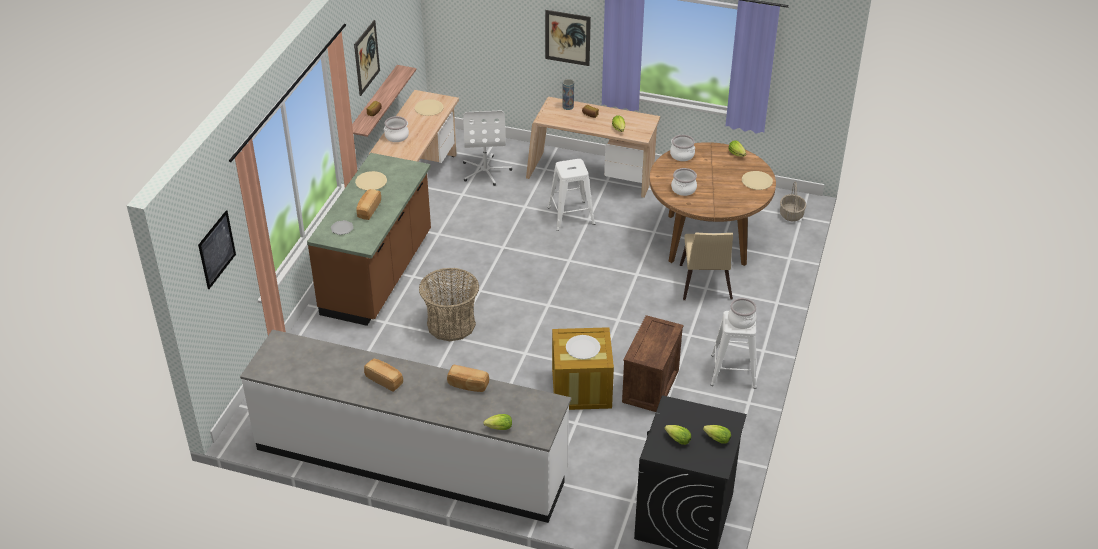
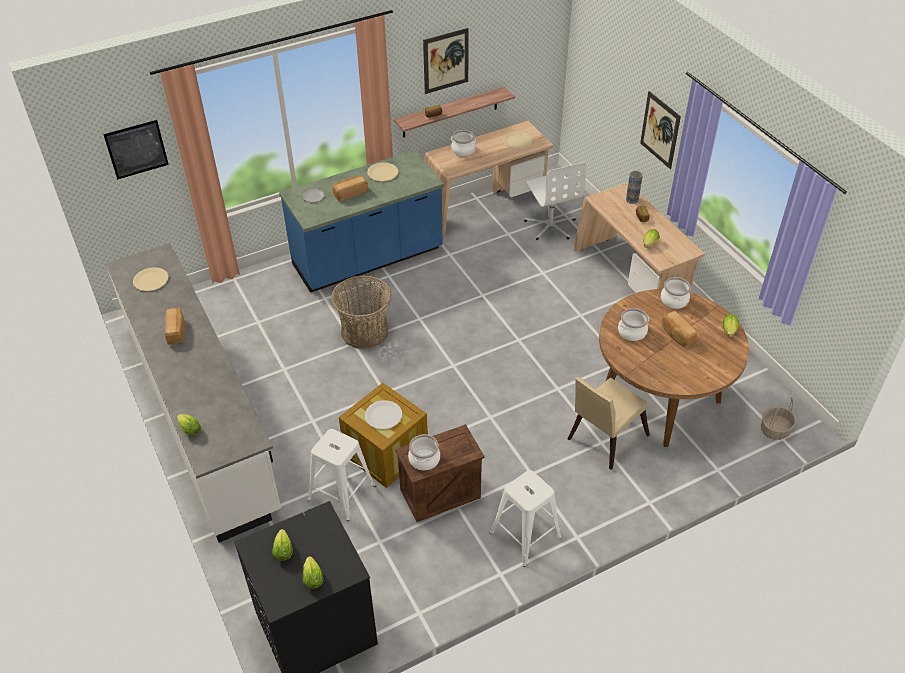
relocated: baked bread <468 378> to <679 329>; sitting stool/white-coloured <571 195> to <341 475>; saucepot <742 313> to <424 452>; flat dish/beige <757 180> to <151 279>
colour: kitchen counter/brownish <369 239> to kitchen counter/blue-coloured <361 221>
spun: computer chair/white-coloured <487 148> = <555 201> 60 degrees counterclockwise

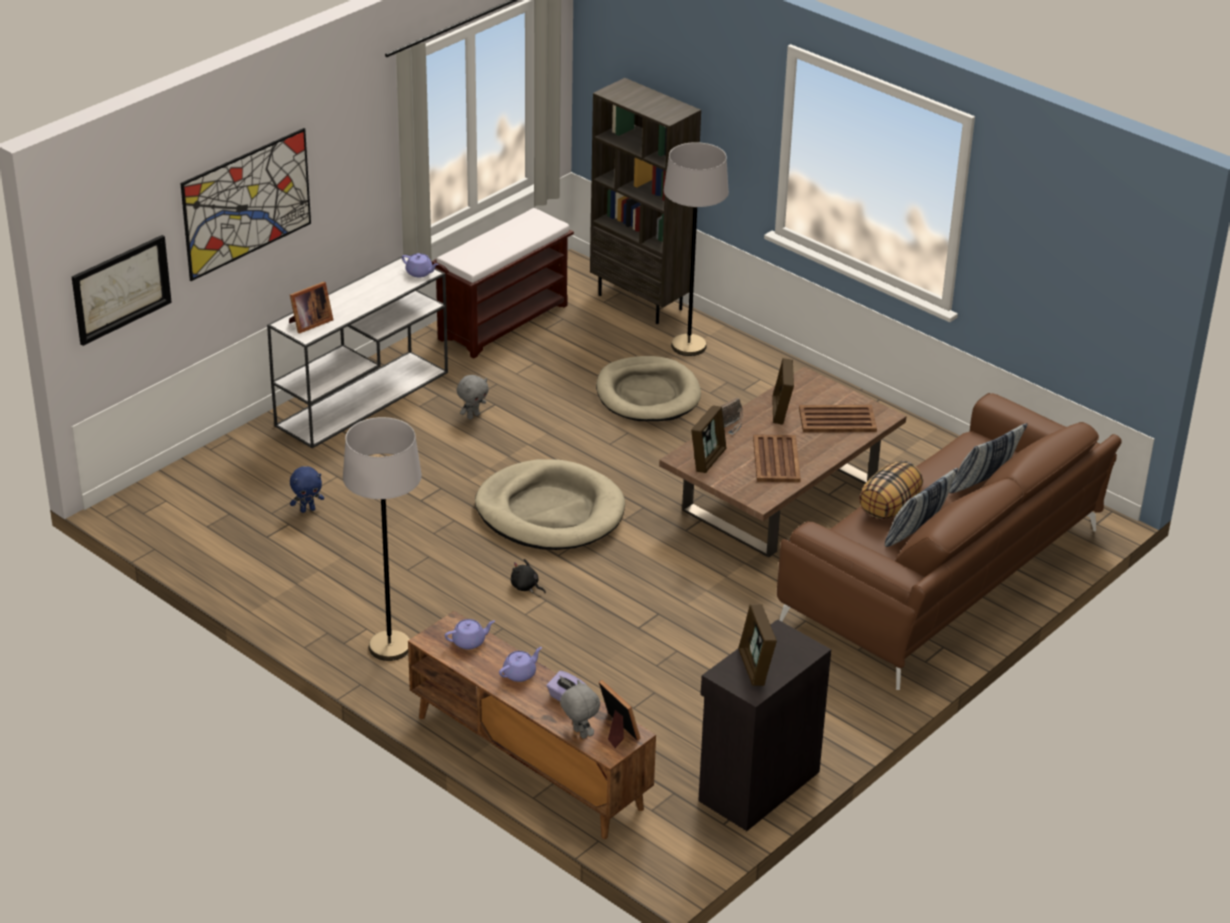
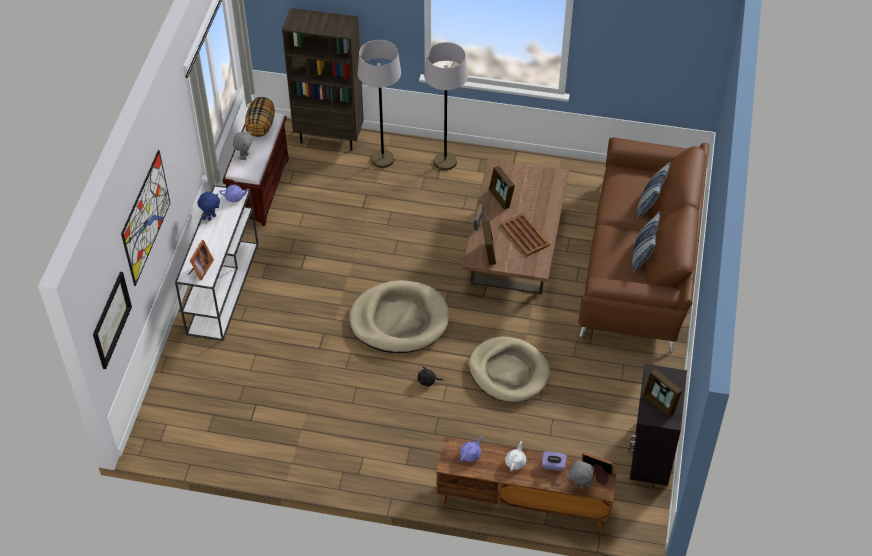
missing: carrying tray/brownish <838 418>
relocated: plush toy/blue-coloured <307 489> to <208 206>; floor lamp/gray <382 539> to <446 106>; plush toy/gray <473 397> to <243 145>; pet bed/beige <648 388> to <509 369>; cushion <891 490> to <260 117>
colour: tea pot/purple-coloured <520 664> to tea pot/white-coloured <515 456>

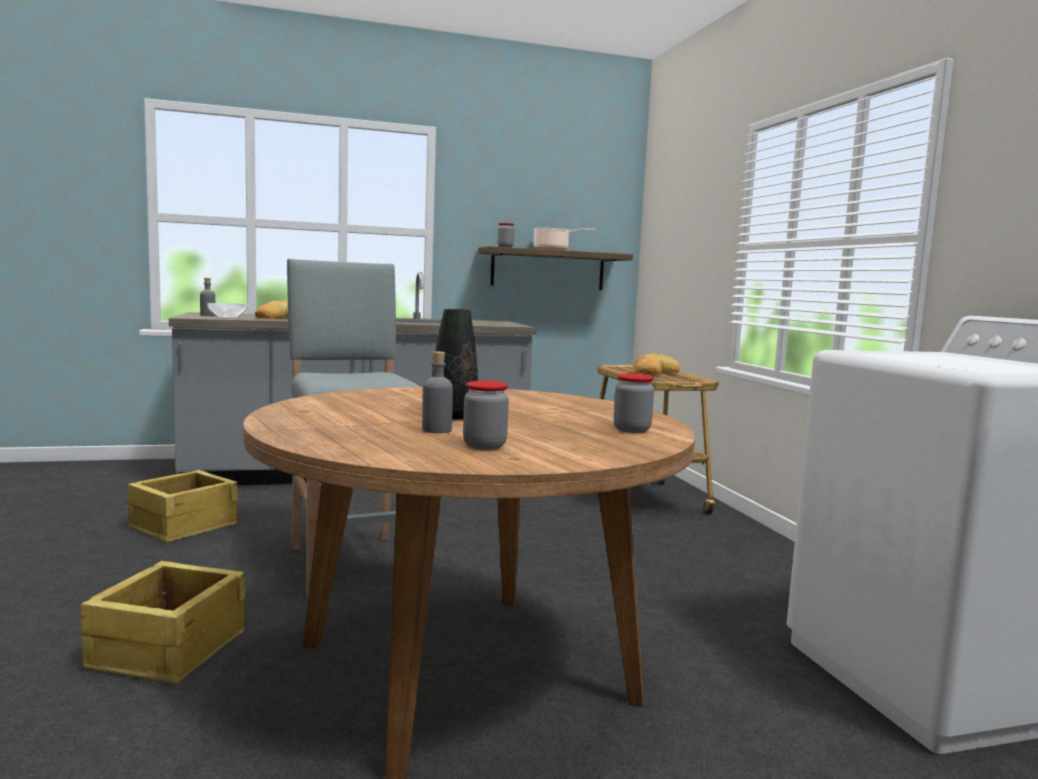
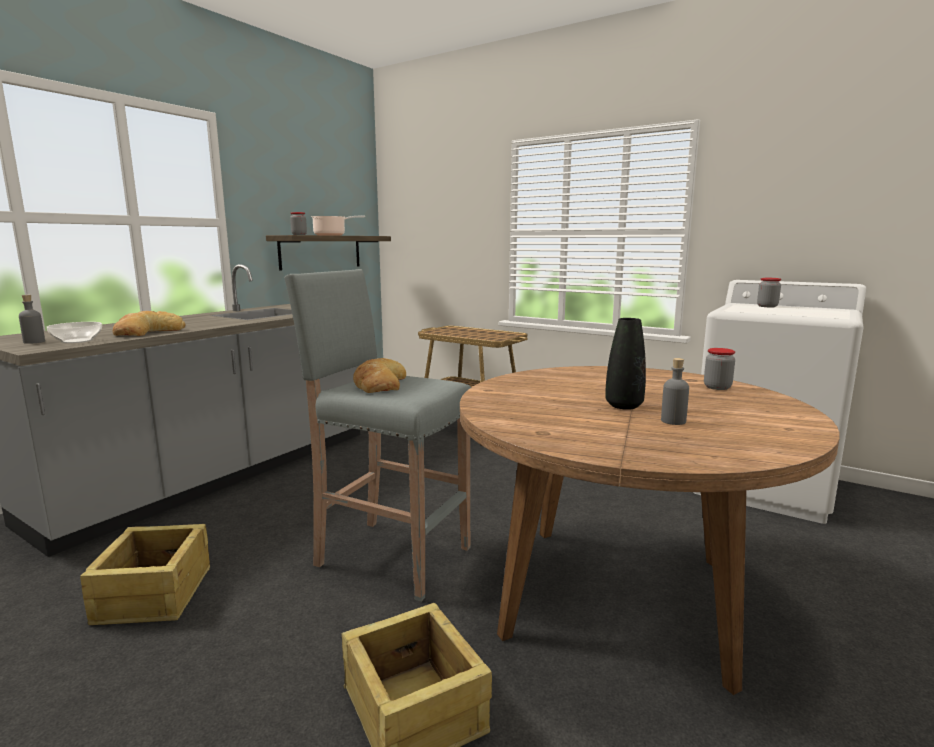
relocated: jar <486 415> to <769 292>; baked bread <656 364> to <379 375>

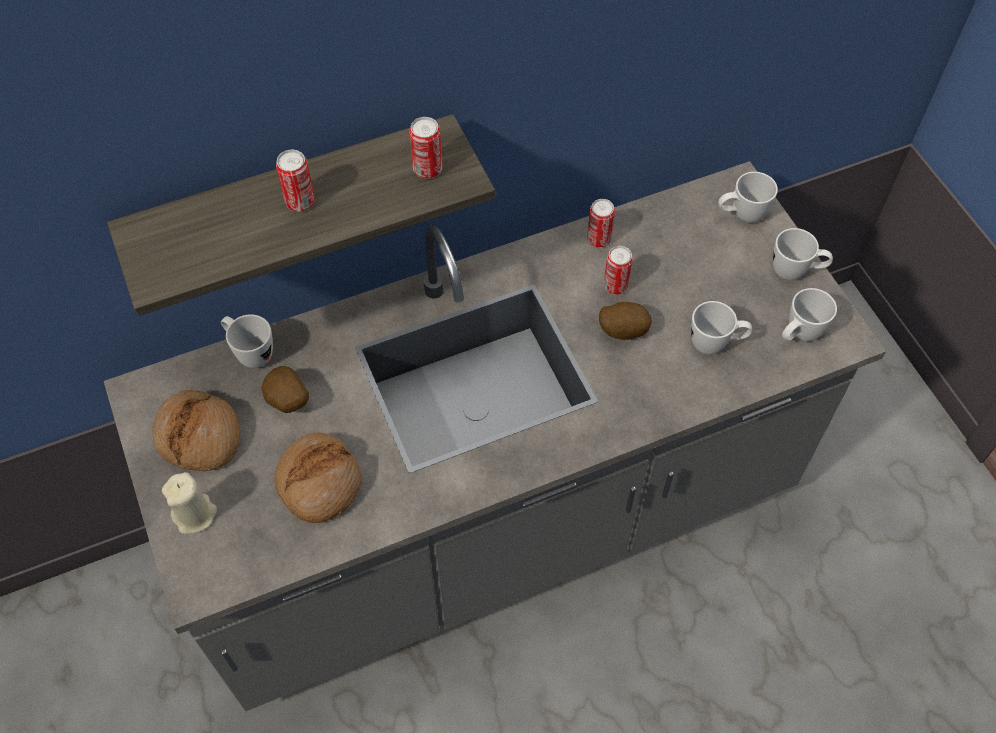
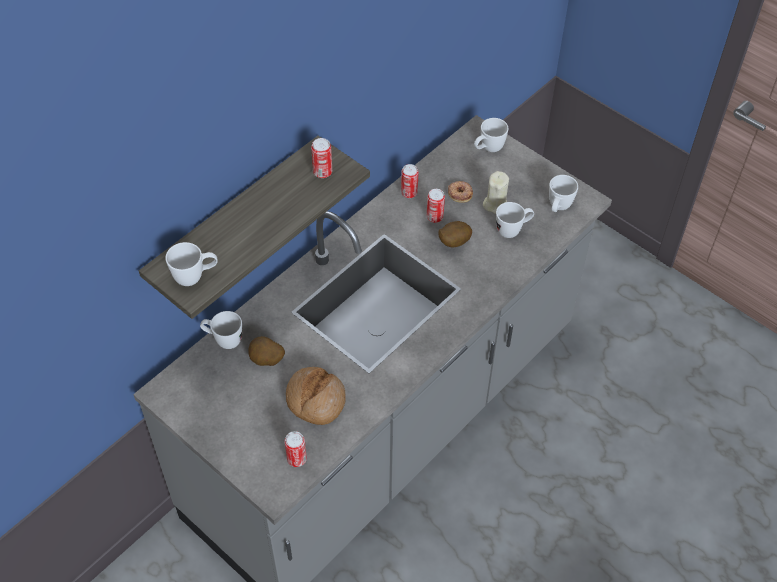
missing: baked bread <196 430>
appeared: doughnut <460 192>
relocated: wax light/beige <189 503> to <496 192>; sealed can <295 180> to <295 449>; mug/white-coloured <803 254> to <191 264>

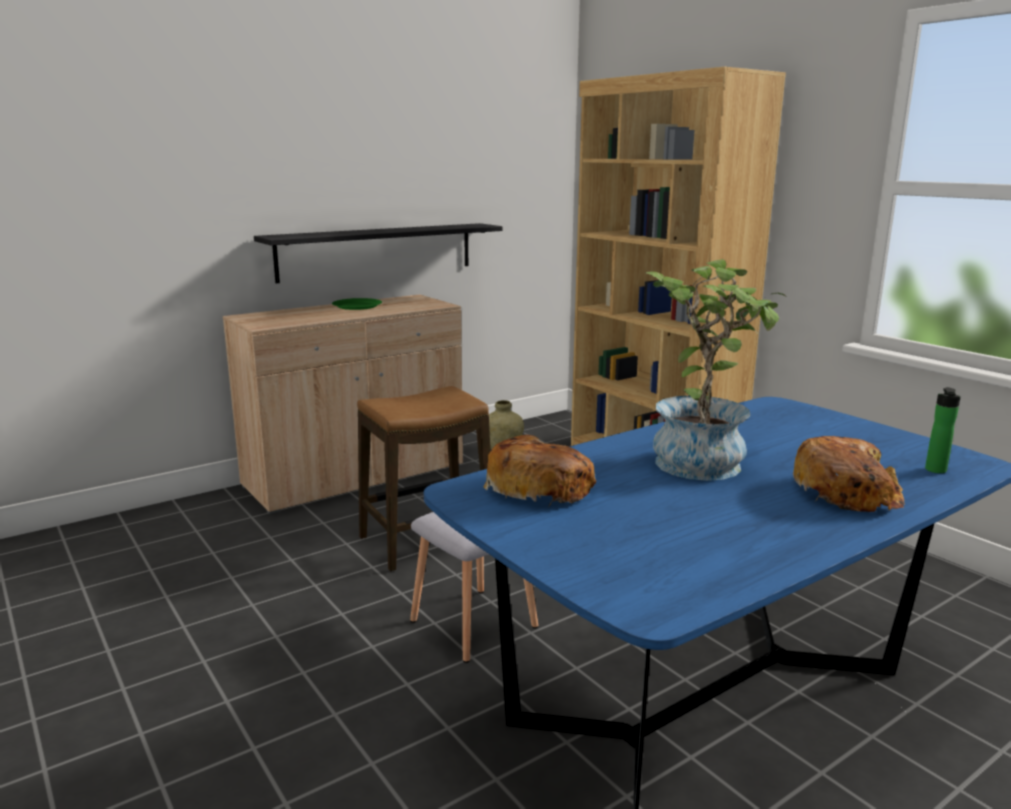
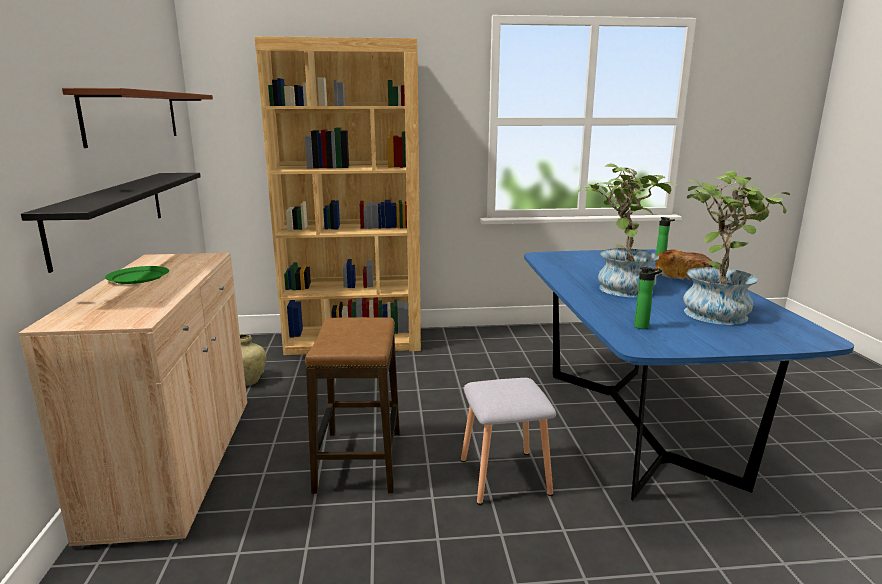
appeared: wall shelf/brownish <137 118>; houseplant <736 248>
exchanged: baked bread <539 470> to beverage bottle <648 298>

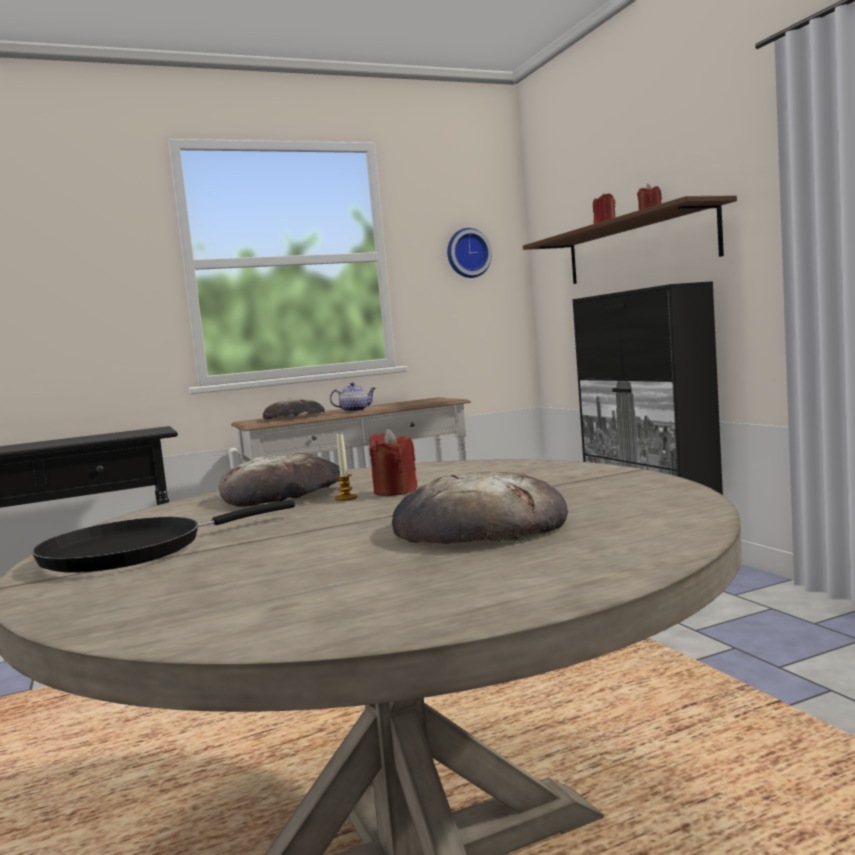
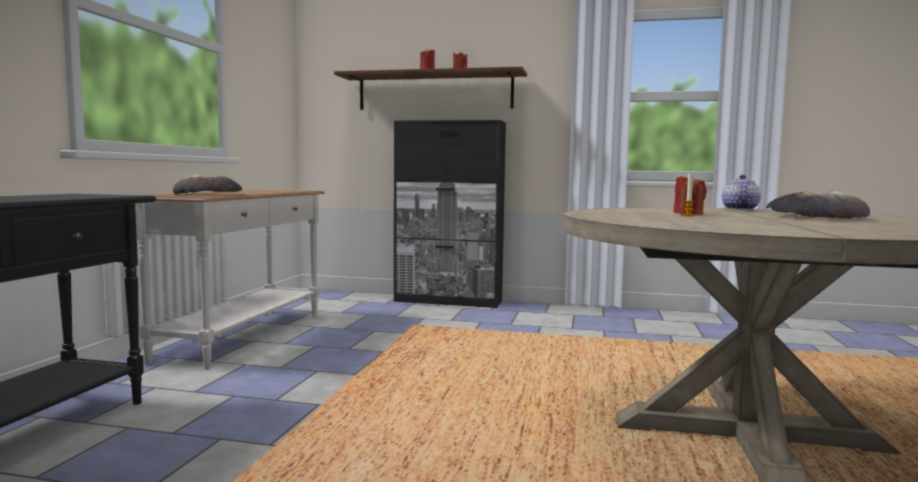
missing: frying pan/blackish <163 536>; baked bread <279 480>; clock on the wall <469 253>
relocated: tea pot <353 397> to <741 192>

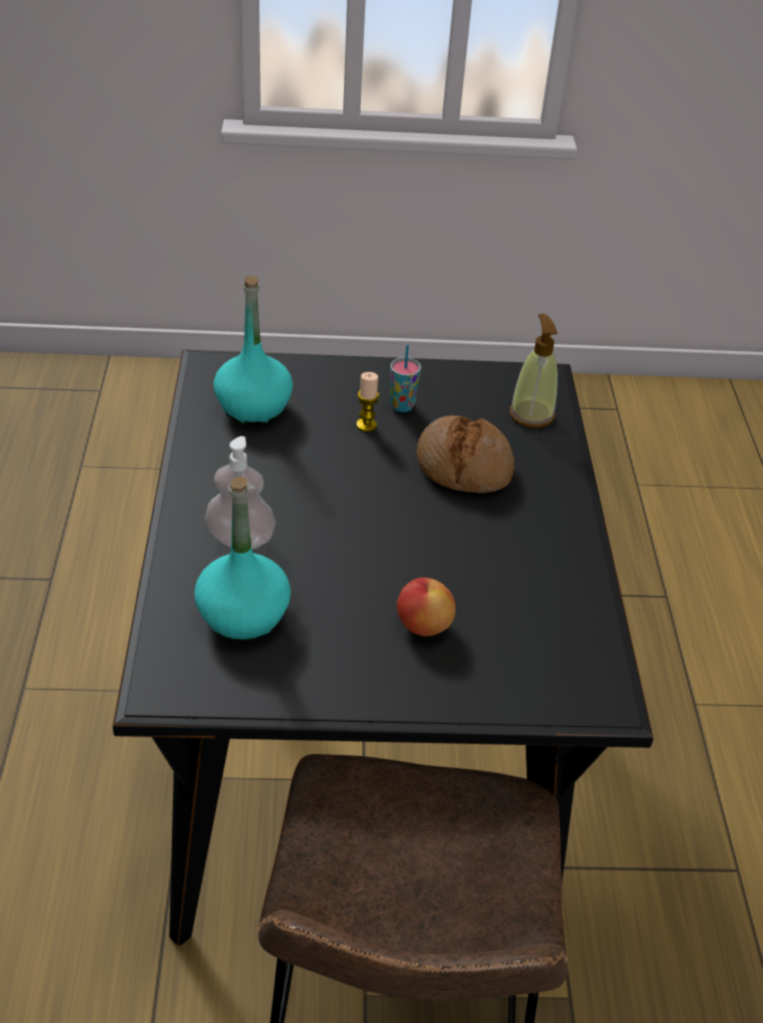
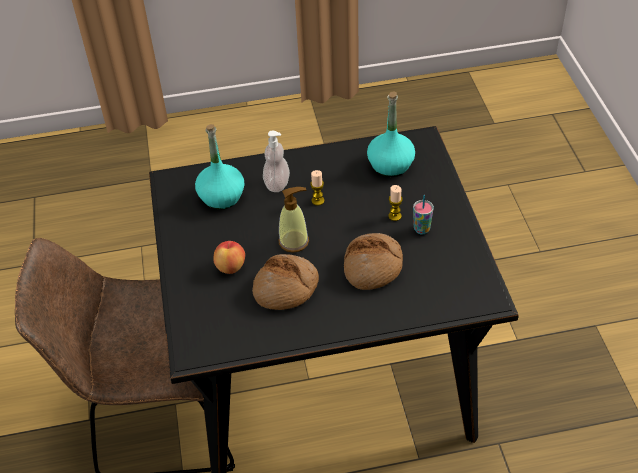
appeared: baked bread <285 282>; wax light <317 187>
relocated: liquid soap bottle <534 371> to <293 220>

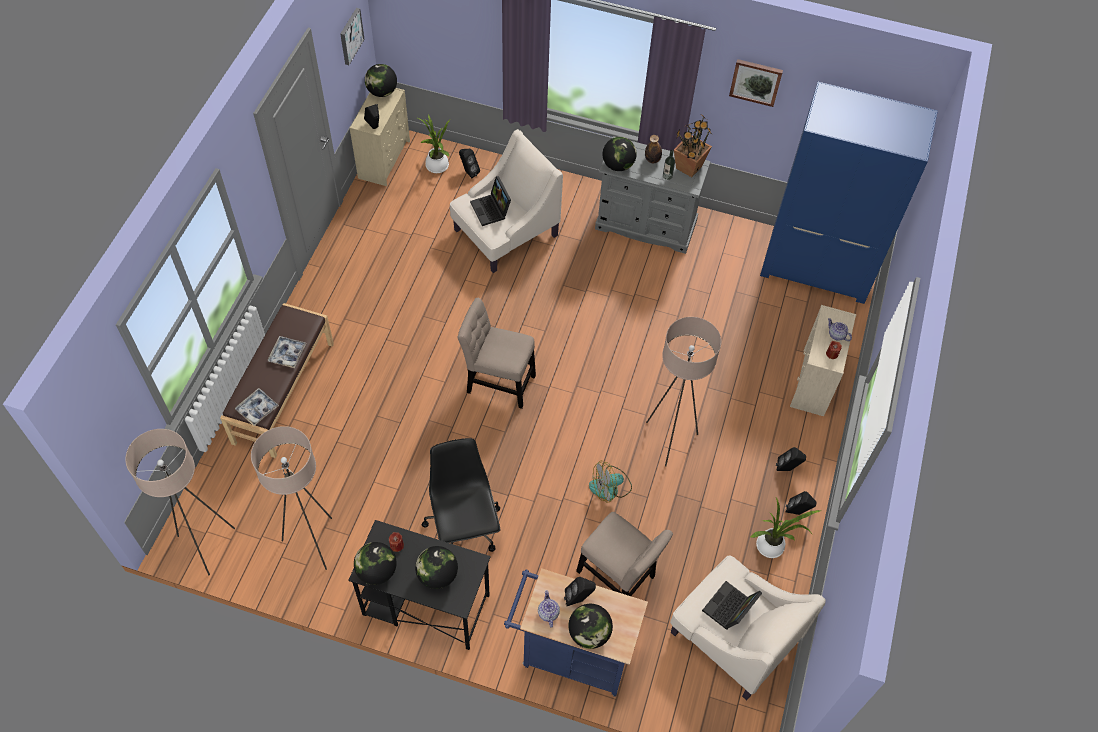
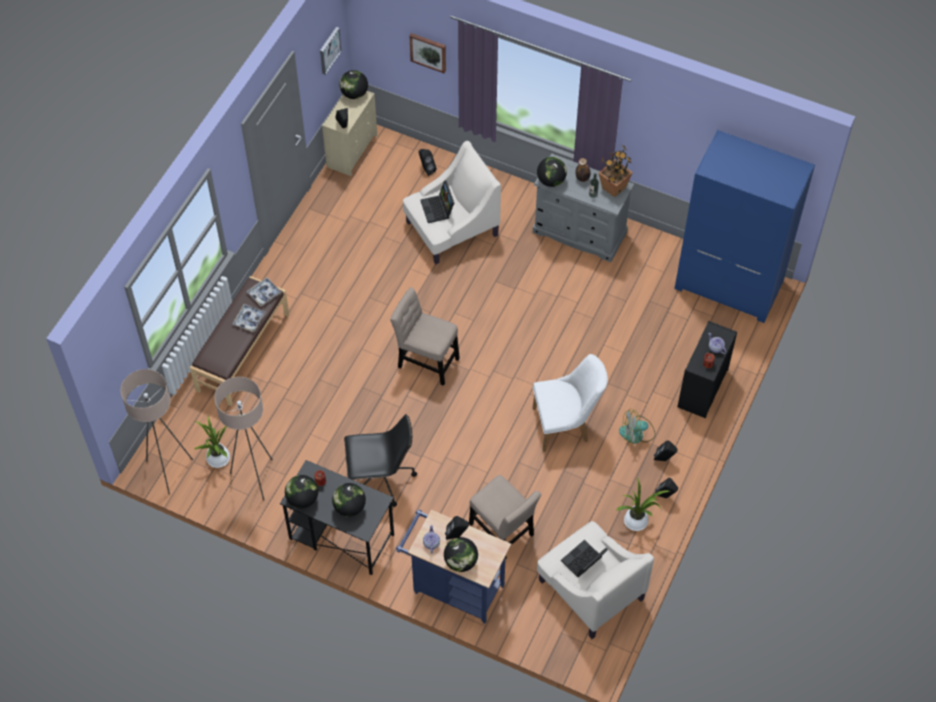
relocated: carrying tray <257 407> to <264 291>; houseplant <433 143> to <212 442>; cooling fan <610 482> to <637 426>; wall art <756 83> to <427 53>
exchanged: floor lamp/beige <683 391> to upright chair/white-coloured <570 403>
colour: drawer chest/beige <823 360> to drawer chest/blackish <707 369>
spun: computer chair/blackish <461 495> = <380 460> 90 degrees clockwise

